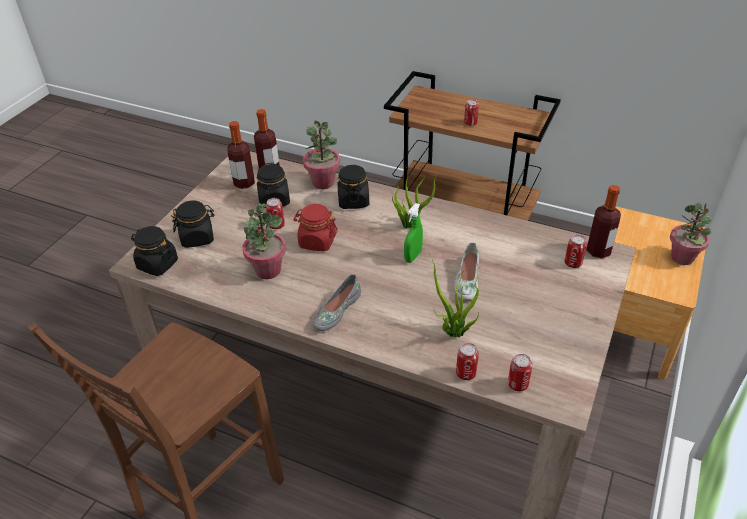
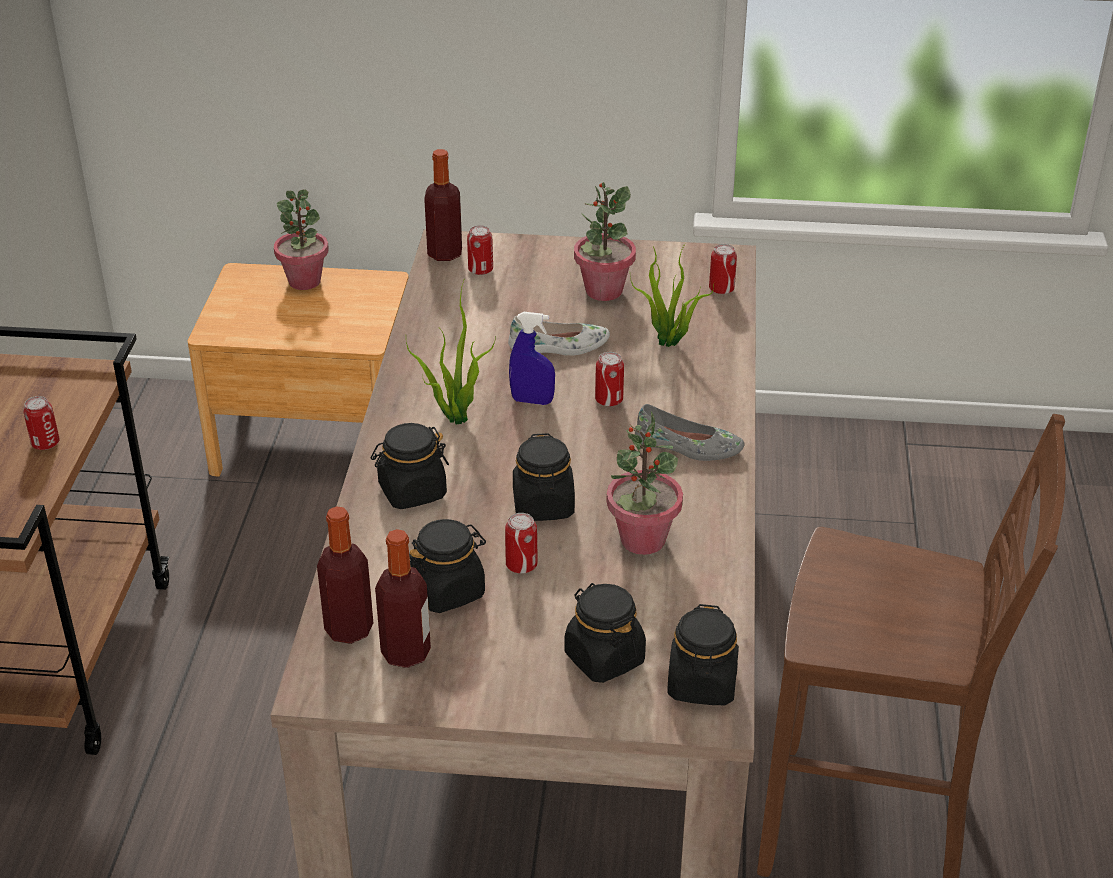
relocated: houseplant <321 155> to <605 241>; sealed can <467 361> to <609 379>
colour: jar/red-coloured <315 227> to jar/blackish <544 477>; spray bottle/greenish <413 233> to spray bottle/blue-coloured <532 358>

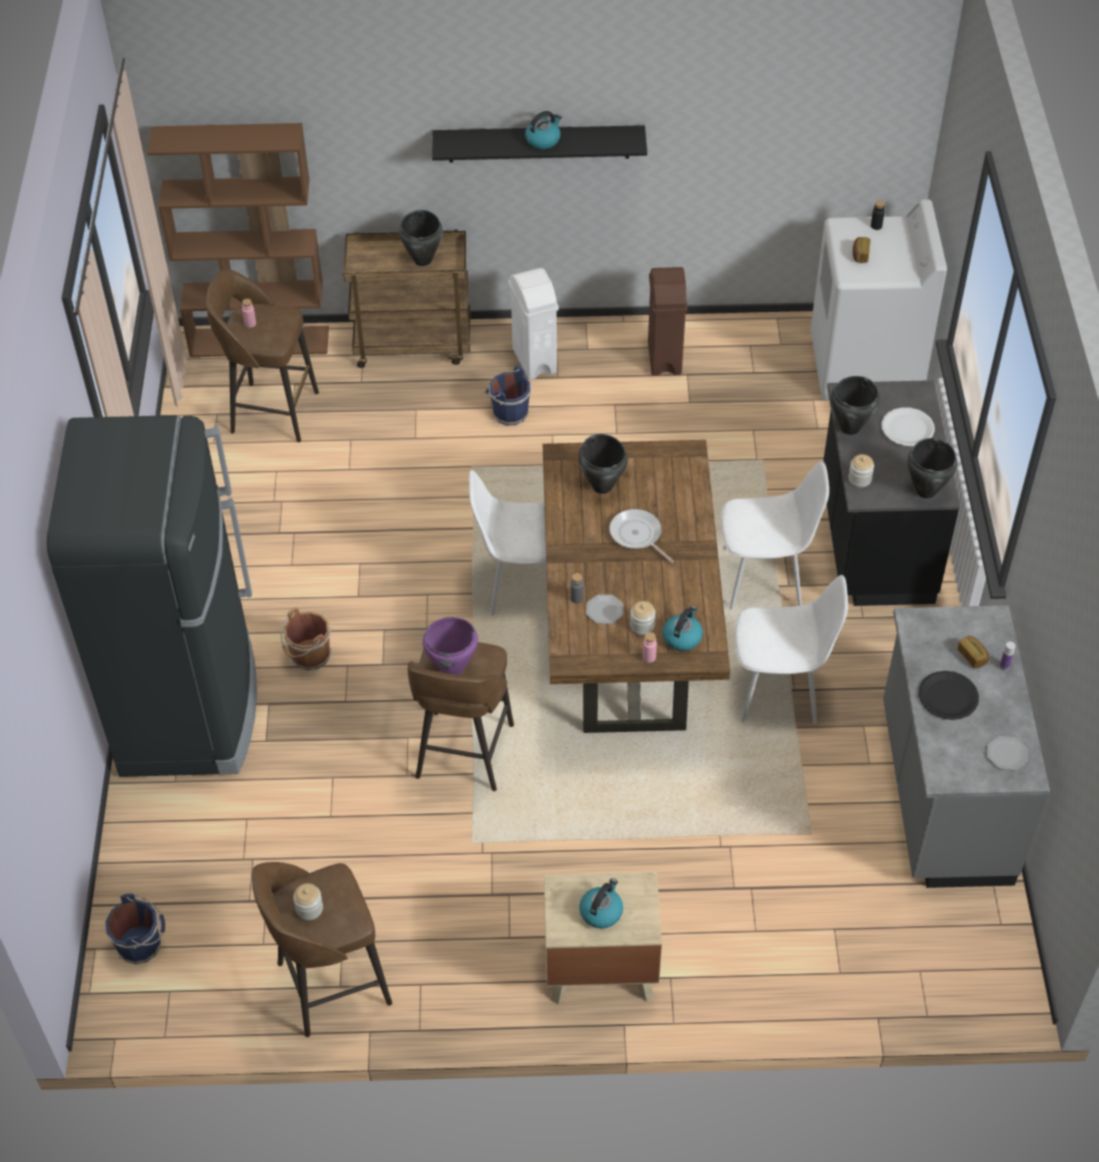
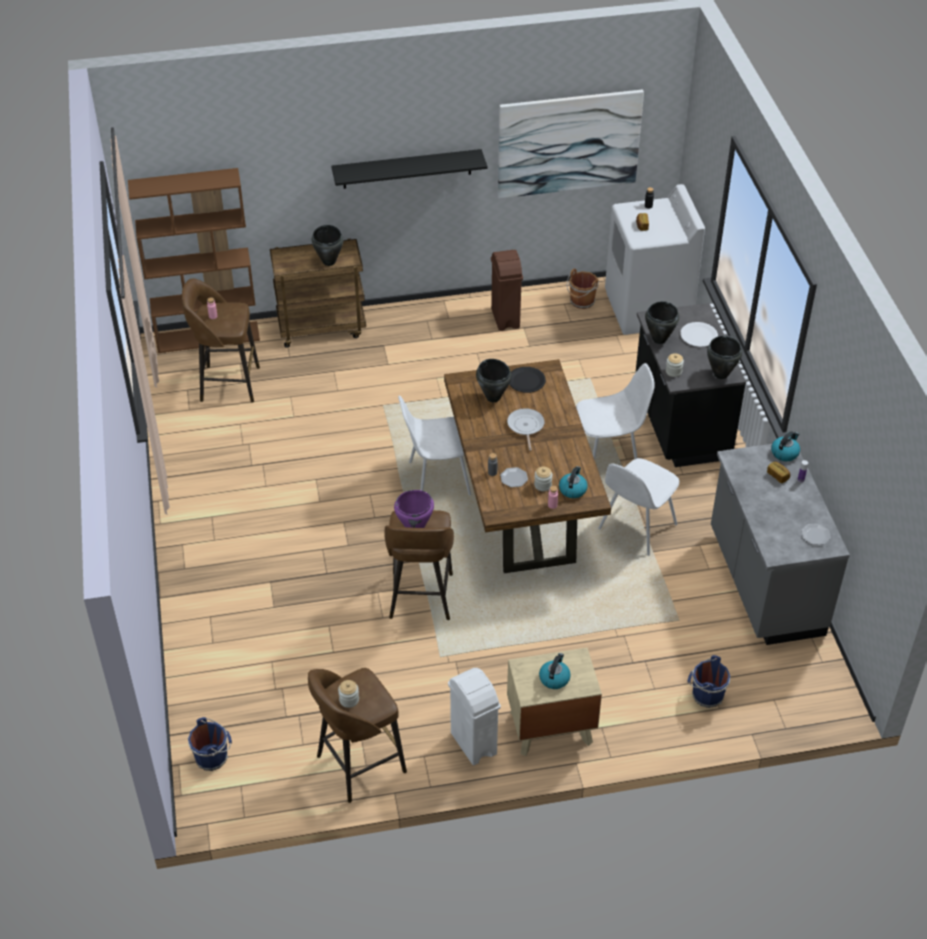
missing: fridge/blackish <152 596>
appeared: wall art <571 144>
relocated: pail/brownish <306 638> to <583 289>; pail/blue-coloured <508 395> to <709 681>; rubbish bin/white-coloured <533 324> to <474 716>; tea kettle <543 130> to <785 446>; flat dish/blackish <949 695> to <527 380>
spun: frying pan <641 536> = <525 429> 45 degrees clockwise; upright chair/white-coloured <791 649> = <638 507> 135 degrees clockwise

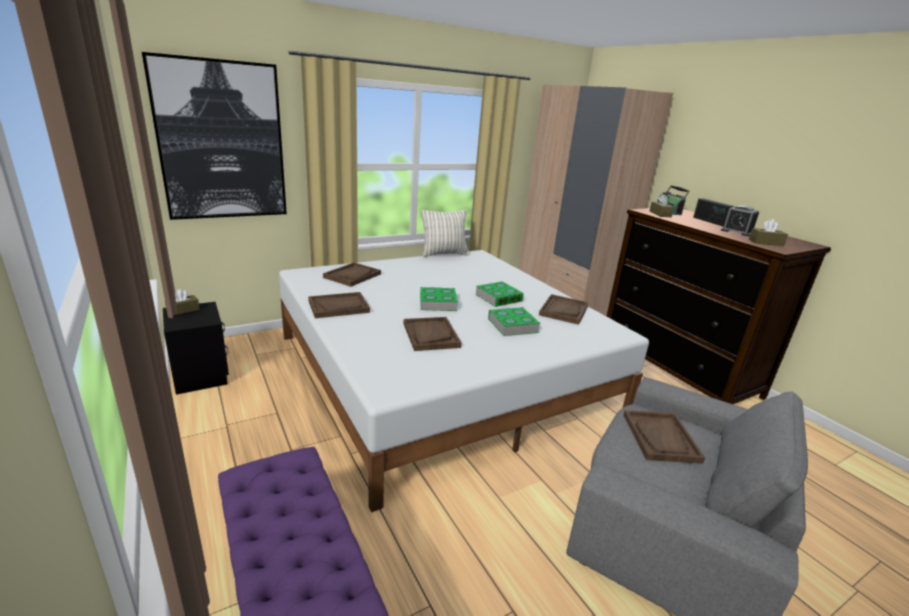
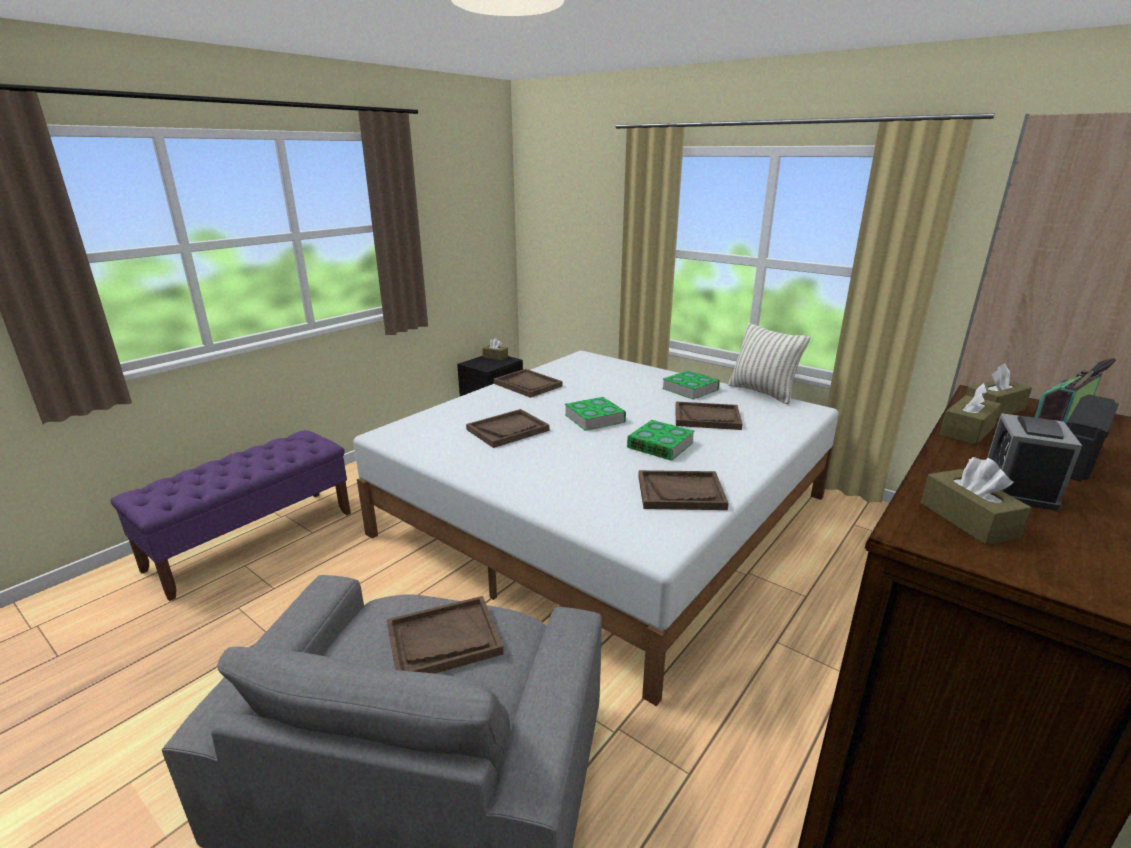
missing: wall art <214 136>
appeared: tissue box/brownish <970 414>
relocated: carrying tray/brownish <352 274> to <709 416>; book <514 321> to <691 385>

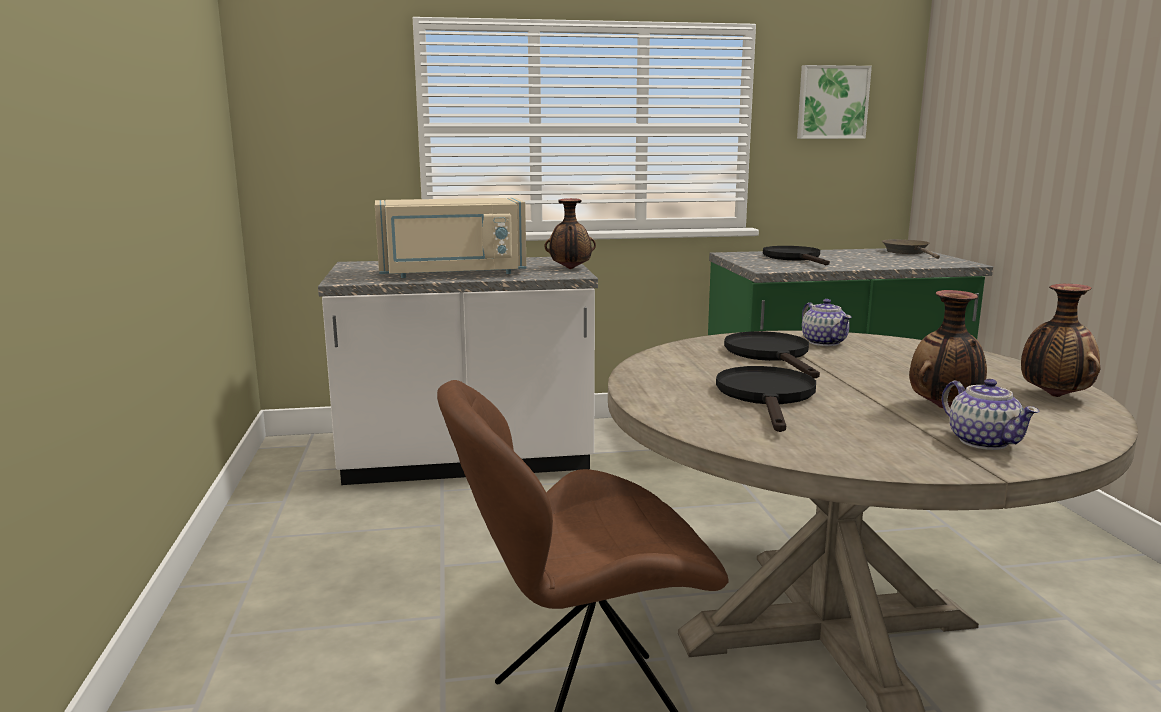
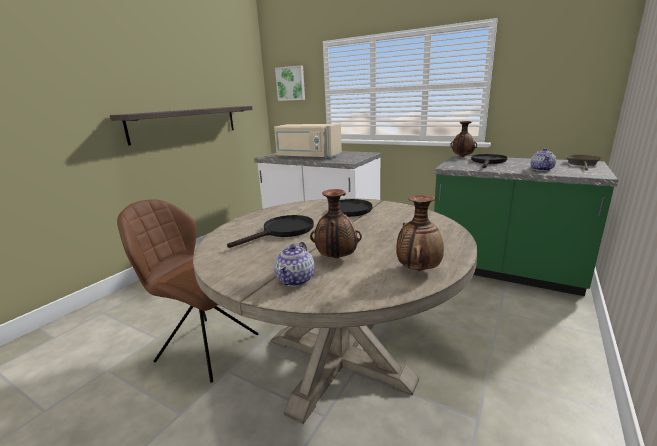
appeared: wall shelf <181 125>
relocated: flower vase <570 233> to <463 139>; wall art <834 102> to <290 83>; tea pot <827 322> to <543 159>

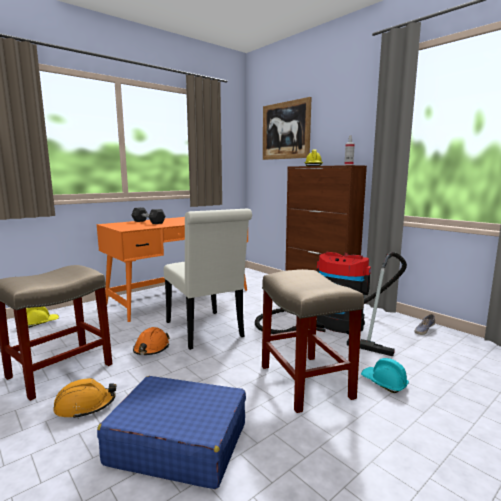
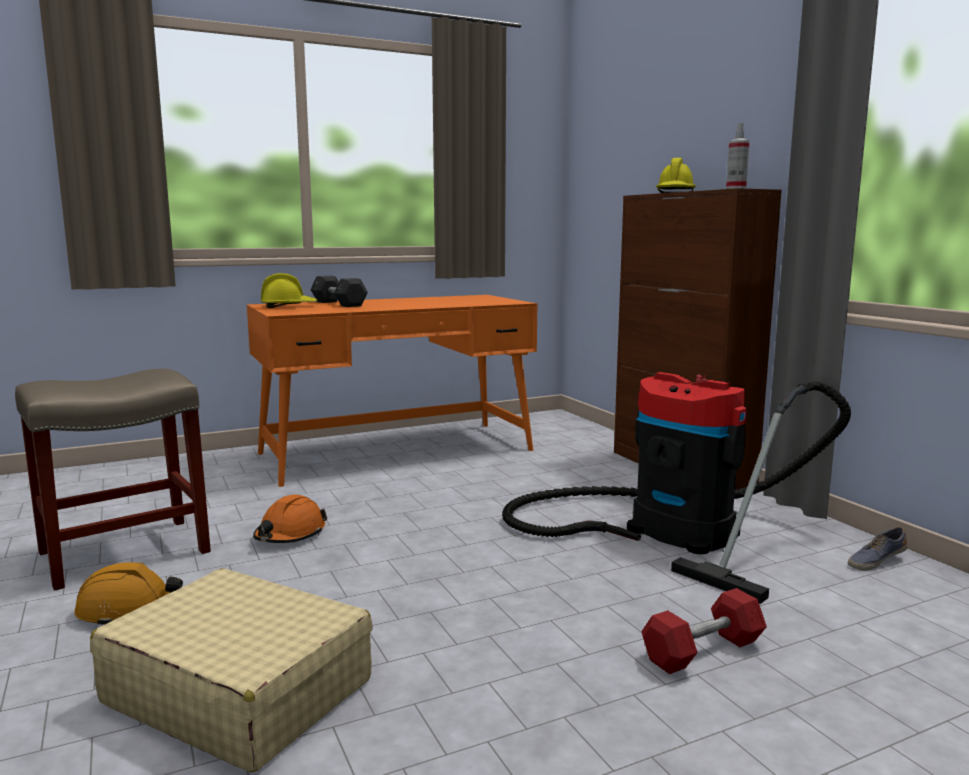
missing: upright chair/white-coloured <208 279>; sitting stool/beige <313 341>; wall art <287 128>
relocated: work helmet/yellowish <42 317> to <289 290>
exchanged: work helmet/blue-green <385 375> to hand weight/red-coloured <704 631>
colour: piece of luggage/blue-coloured <171 432> to piece of luggage/beige <231 670>

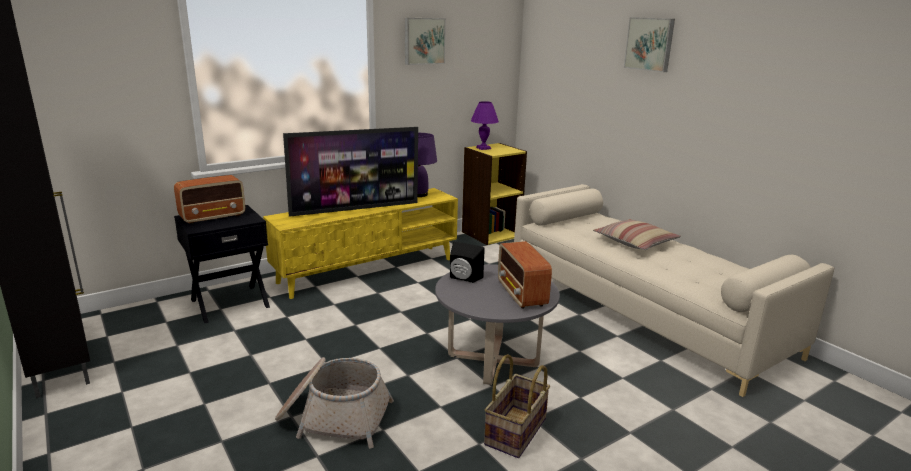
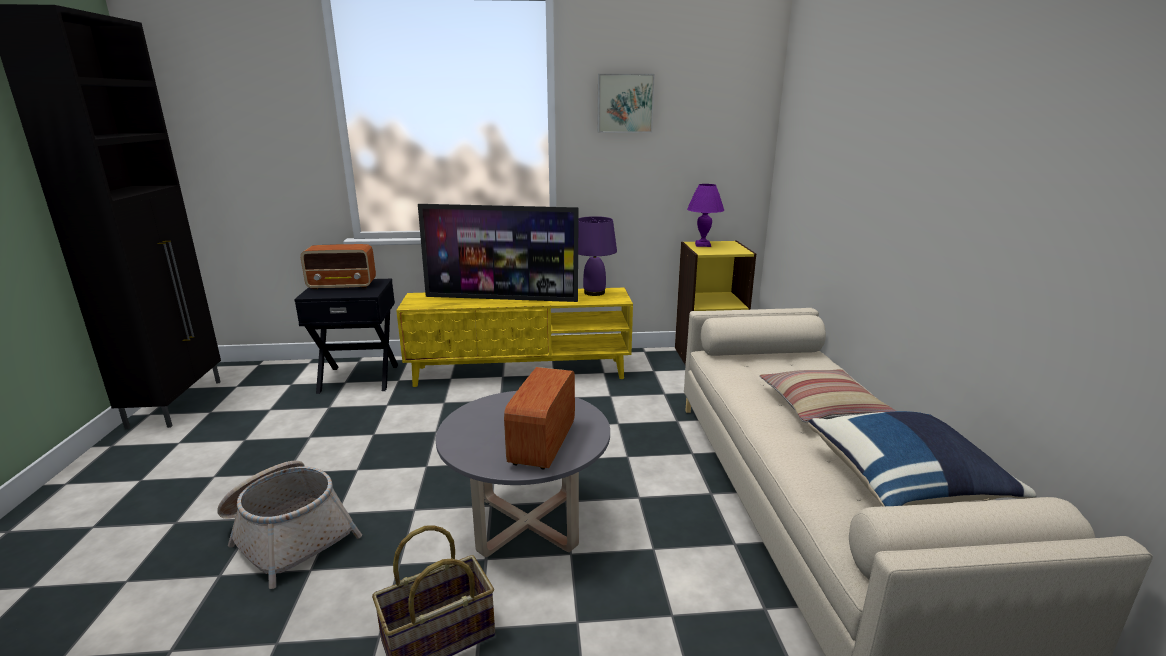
missing: speaker/blackish <467 262>; wall art <649 44>
appeared: cushion/blue-coloured <922 458>

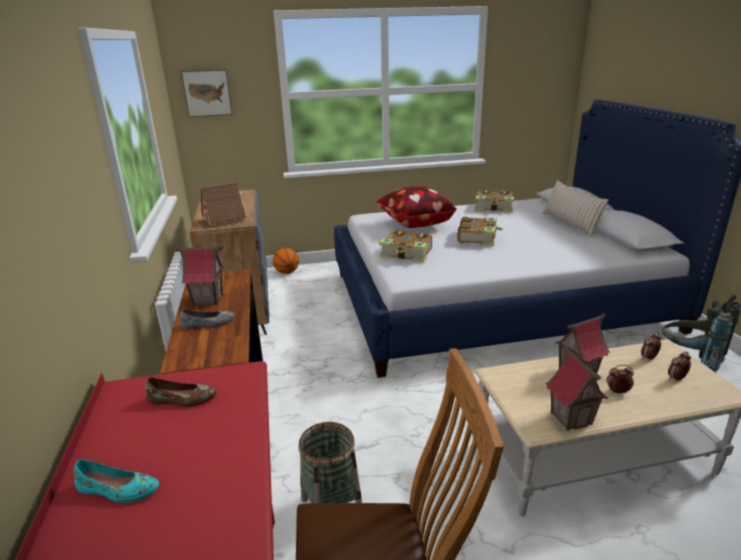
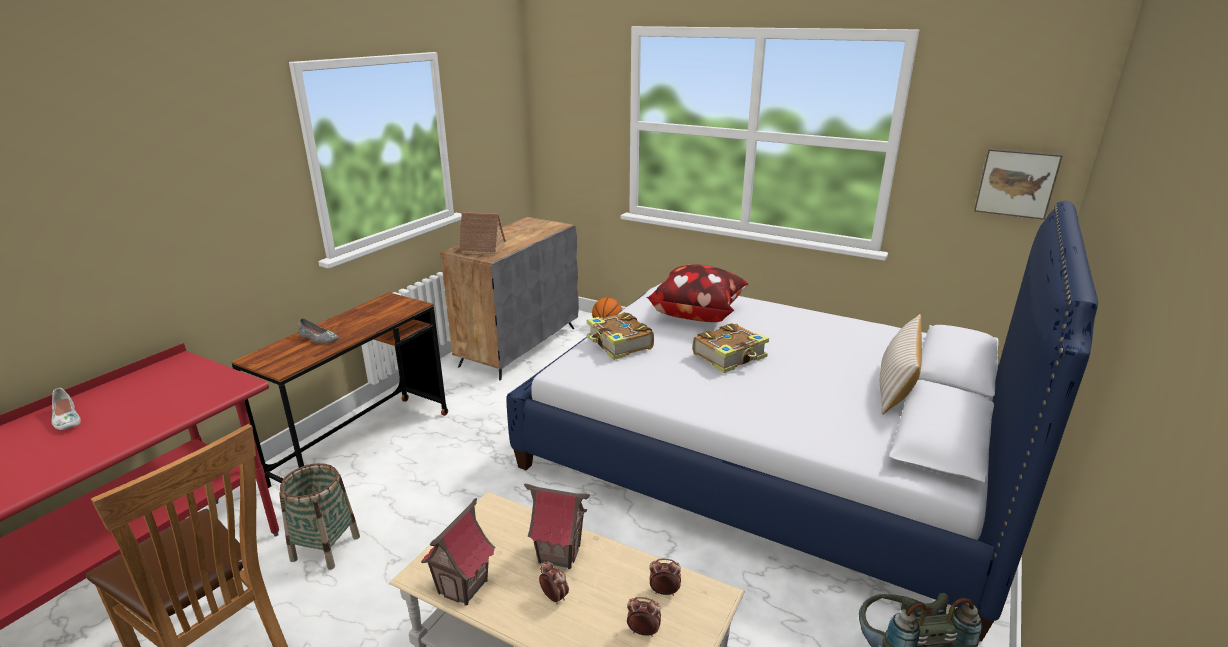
missing: shoe/brownish <181 392>; model house <199 276>; book <494 201>
relocated: wall art <207 93> to <1018 184>
colour: shoe/blue-green <116 481> to shoe/white-coloured <66 409>

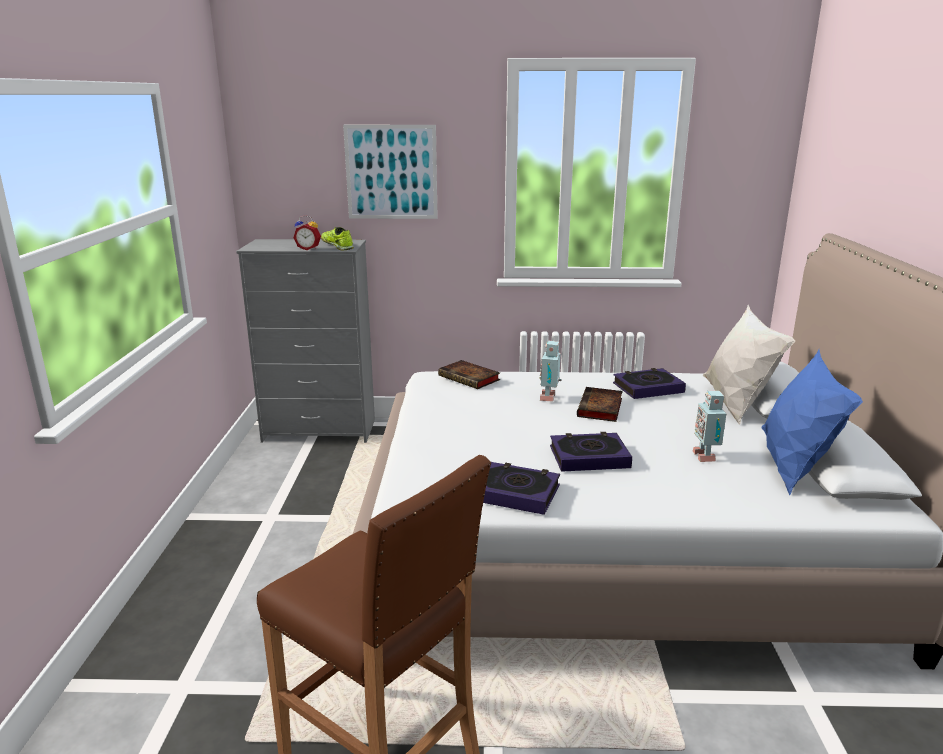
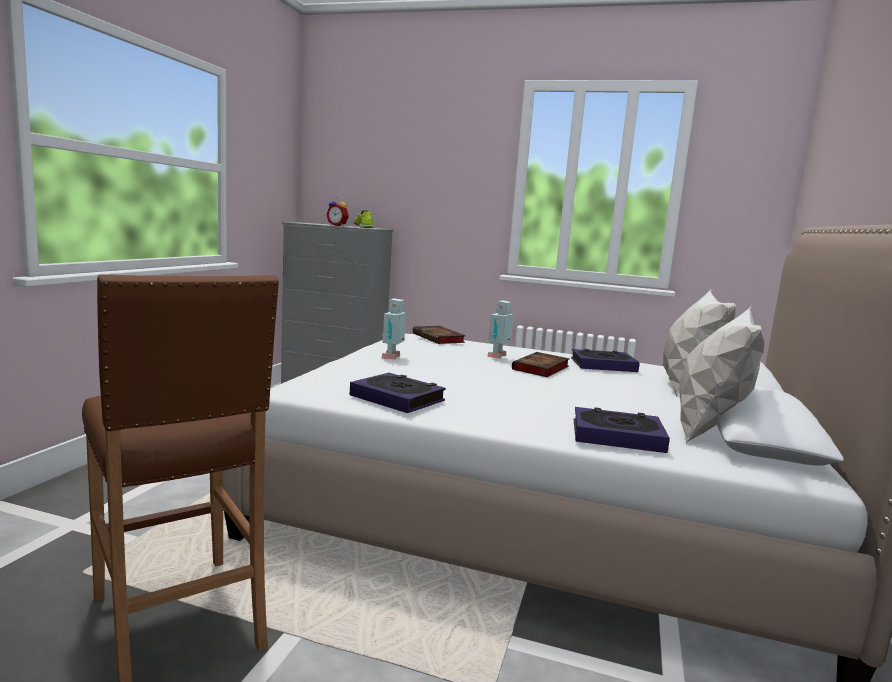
missing: wall art <390 172>
relocated: book <591 452> to <622 430>; model robot <709 426> to <394 329>
colour: cushion/blue-coloured <812 422> to cushion/white-coloured <721 374>

